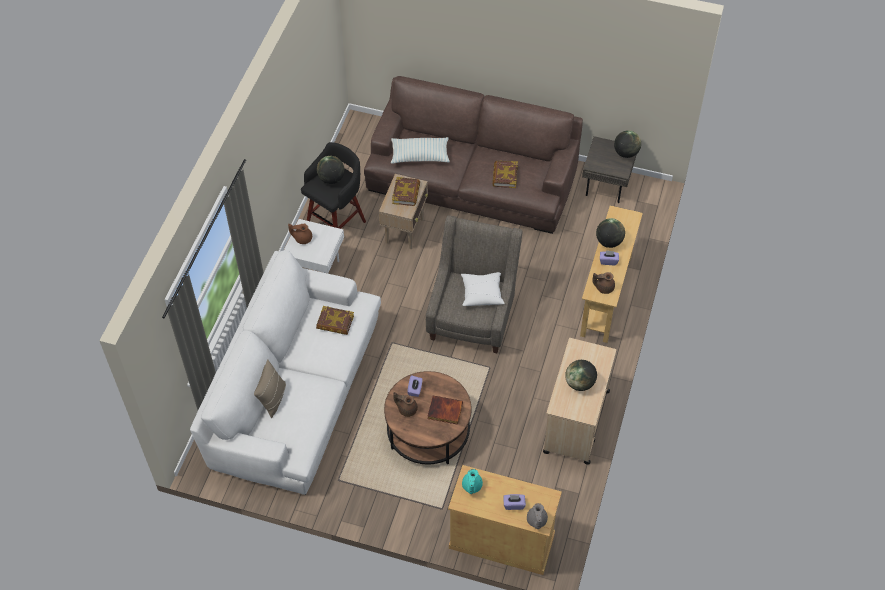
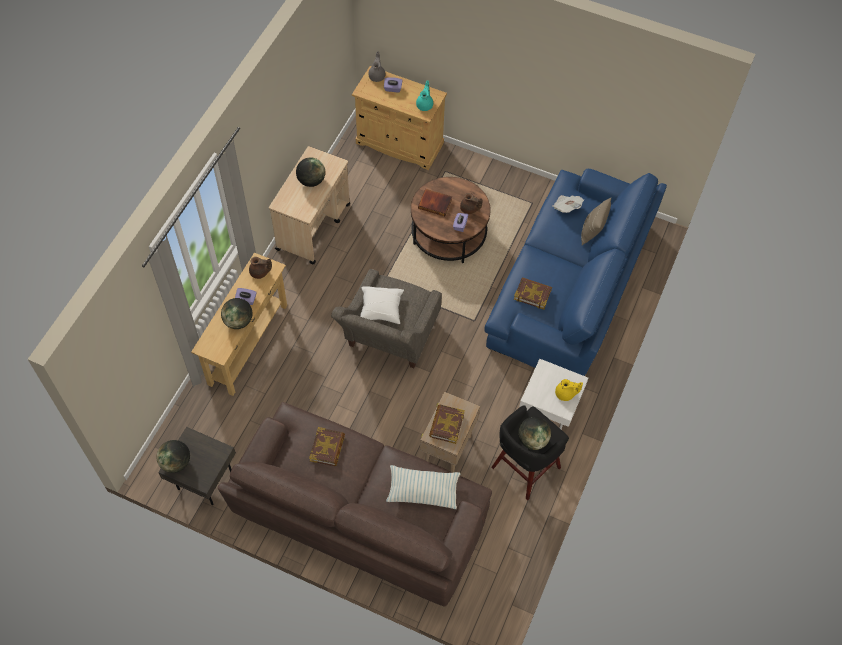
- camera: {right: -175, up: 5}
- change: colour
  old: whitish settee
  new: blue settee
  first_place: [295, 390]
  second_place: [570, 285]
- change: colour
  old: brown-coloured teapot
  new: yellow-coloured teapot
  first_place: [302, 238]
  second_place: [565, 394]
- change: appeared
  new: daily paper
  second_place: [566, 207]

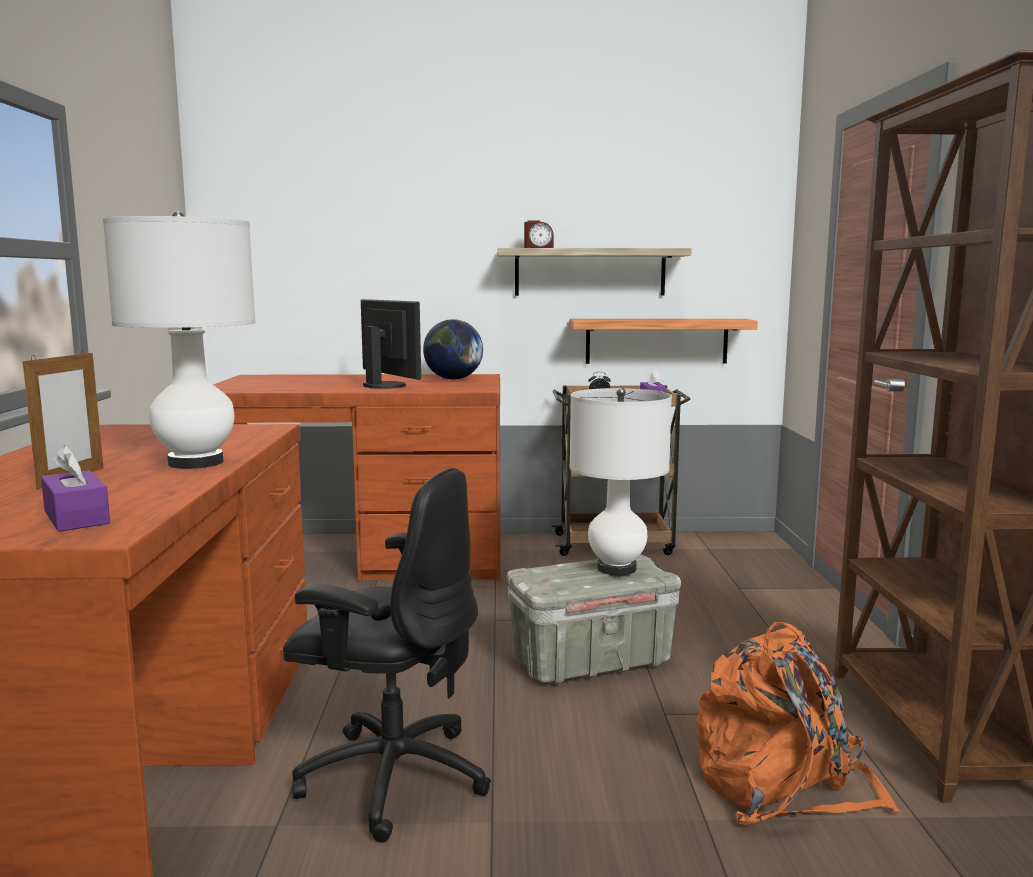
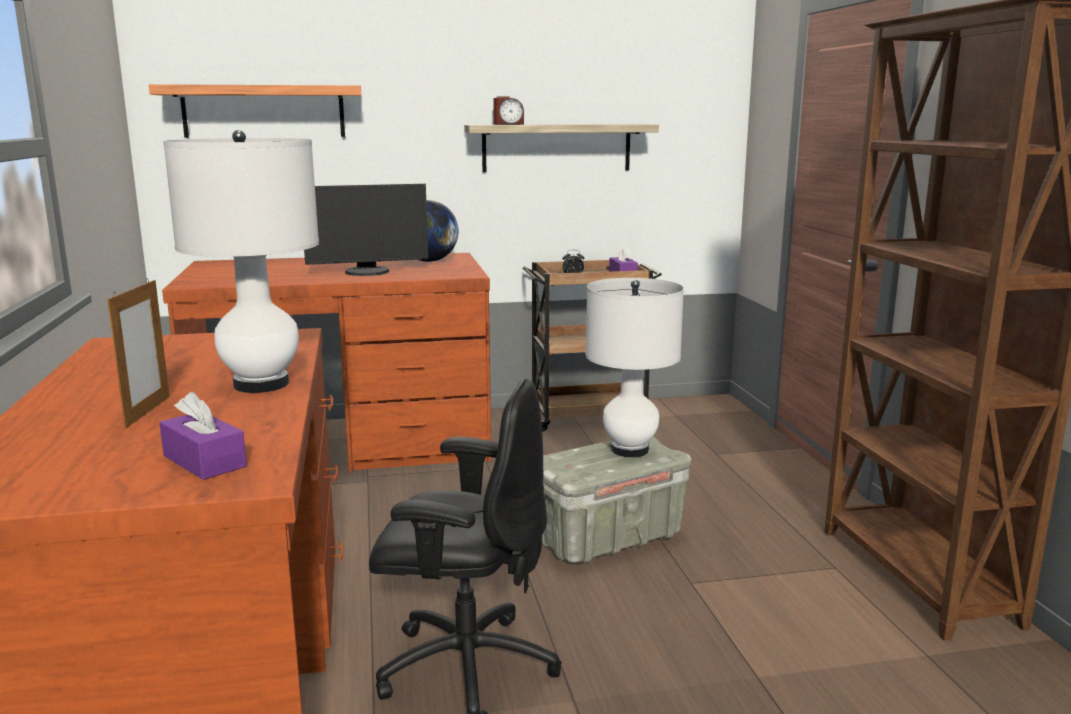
- camera: {right: -10, up: 5}
- change: spun
  old: computer screen
  first_place: [386, 386]
  second_place: [367, 272]
  degrees: 120
- change: relocated
  old: bracket shelf
  first_place: [656, 341]
  second_place: [264, 111]
- change: missing
  old: orange backpack
  first_place: [783, 785]

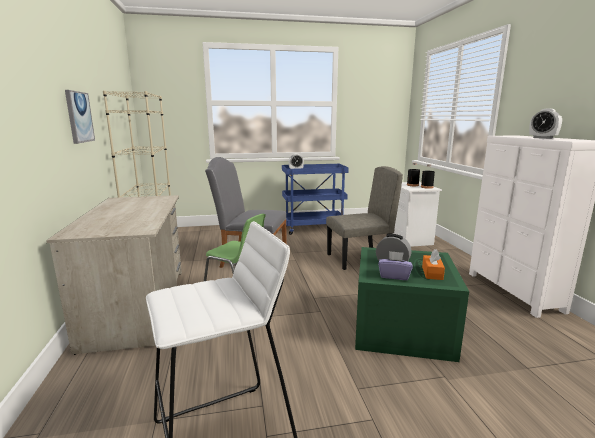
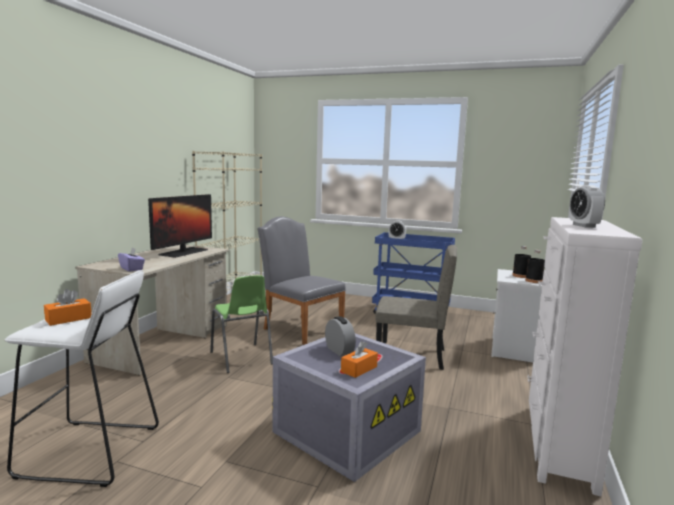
- camera: {right: 30, up: -5}
- change: missing
  old: wall picture
  first_place: [79, 117]
- change: colour
  old: greenish storage box
  new: gray storage box
  first_place: [400, 327]
  second_place: [347, 430]
- change: relocated
  old: purplish tissue box
  first_place: [394, 276]
  second_place: [132, 269]
- change: appeared
  new: orange tissue box
  second_place: [68, 319]
- change: appeared
  new: computer screen
  second_place: [184, 252]

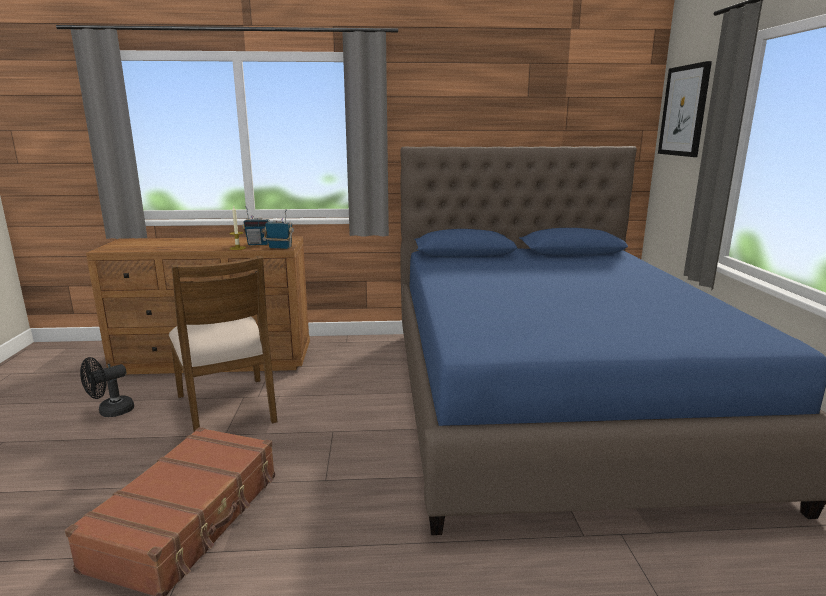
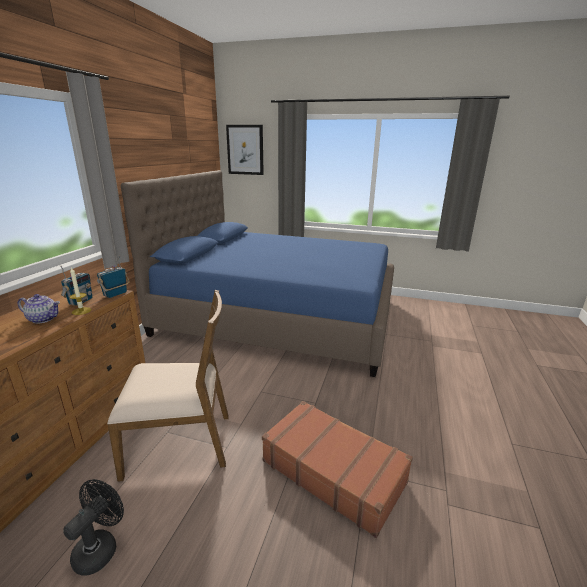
- camera: {right: -70, up: 5}
- change: spun
  old: black cooling fan
  first_place: [110, 412]
  second_place: [100, 547]
  degrees: -135
- change: appeared
  new: teapot
  second_place: [43, 319]

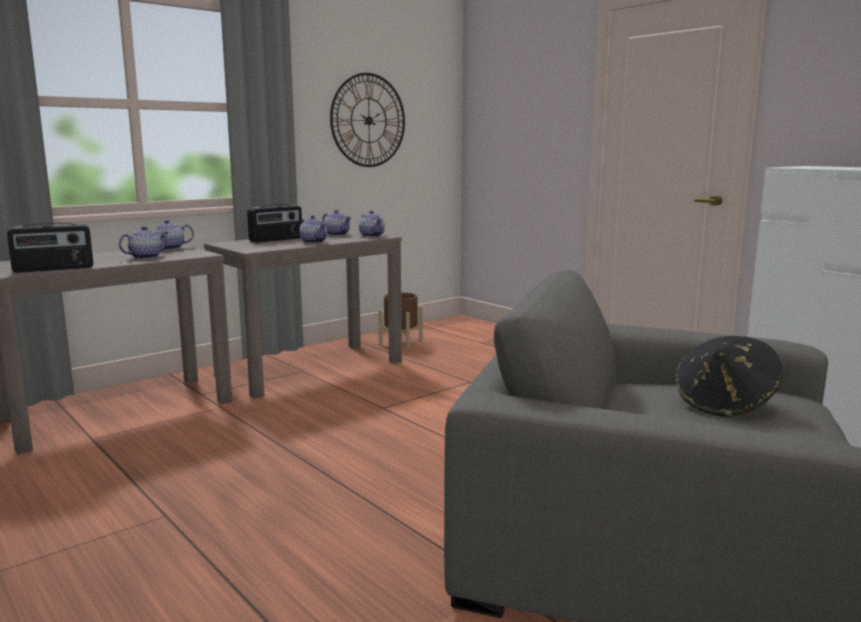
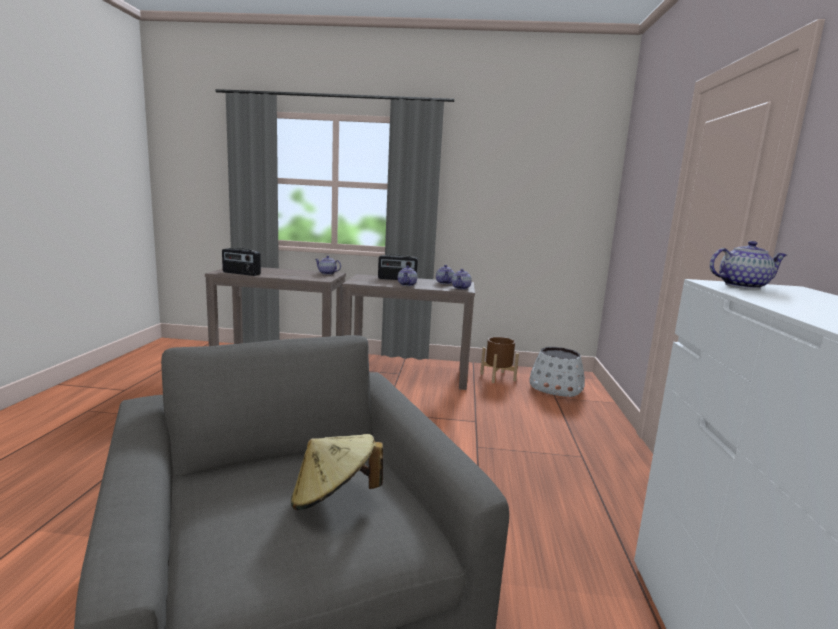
- camera: {right: 45, up: 0}
- change: relocated
  old: teapot
  first_place: [146, 257]
  second_place: [742, 286]
- change: missing
  old: clock on the wall
  first_place: [368, 120]
- change: colour
  old: black clothing hat
  new: sand-coloured clothing hat
  first_place: [724, 404]
  second_place: [333, 498]
- change: appeared
  new: whitish flower pot
  second_place: [555, 388]

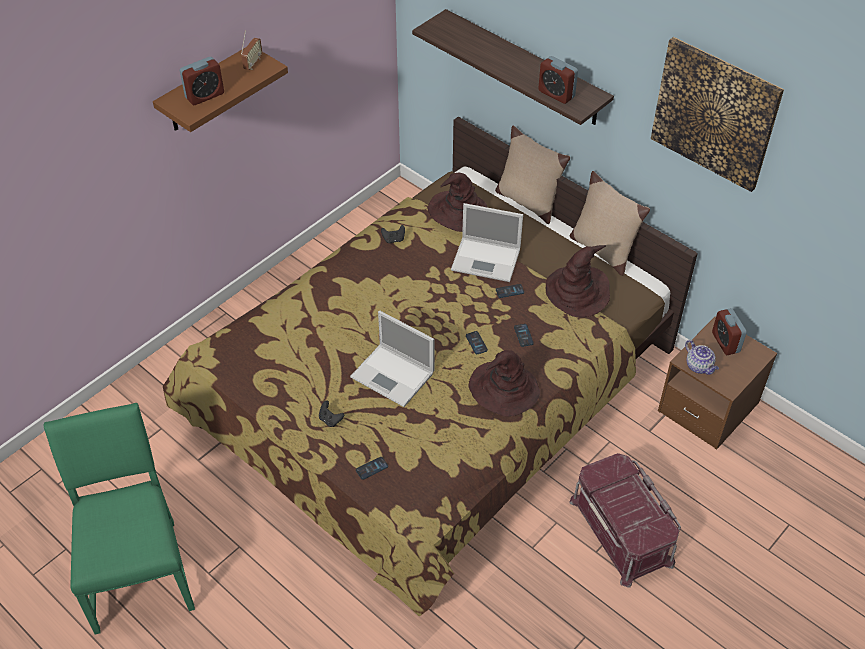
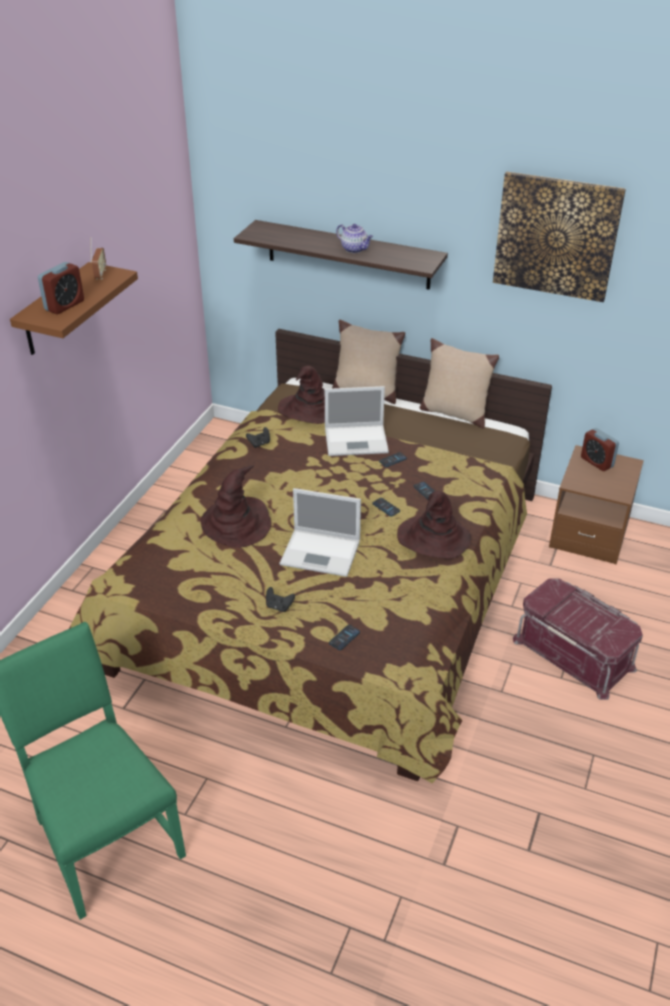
- camera: {right: -20, up: -10}
- change: missing
  old: bedside clock
  first_place: [556, 94]
- change: relocated
  old: brown-coloured clothing hat
  first_place: [578, 292]
  second_place: [236, 524]
- change: relocated
  old: teapot
  first_place: [699, 366]
  second_place: [355, 249]

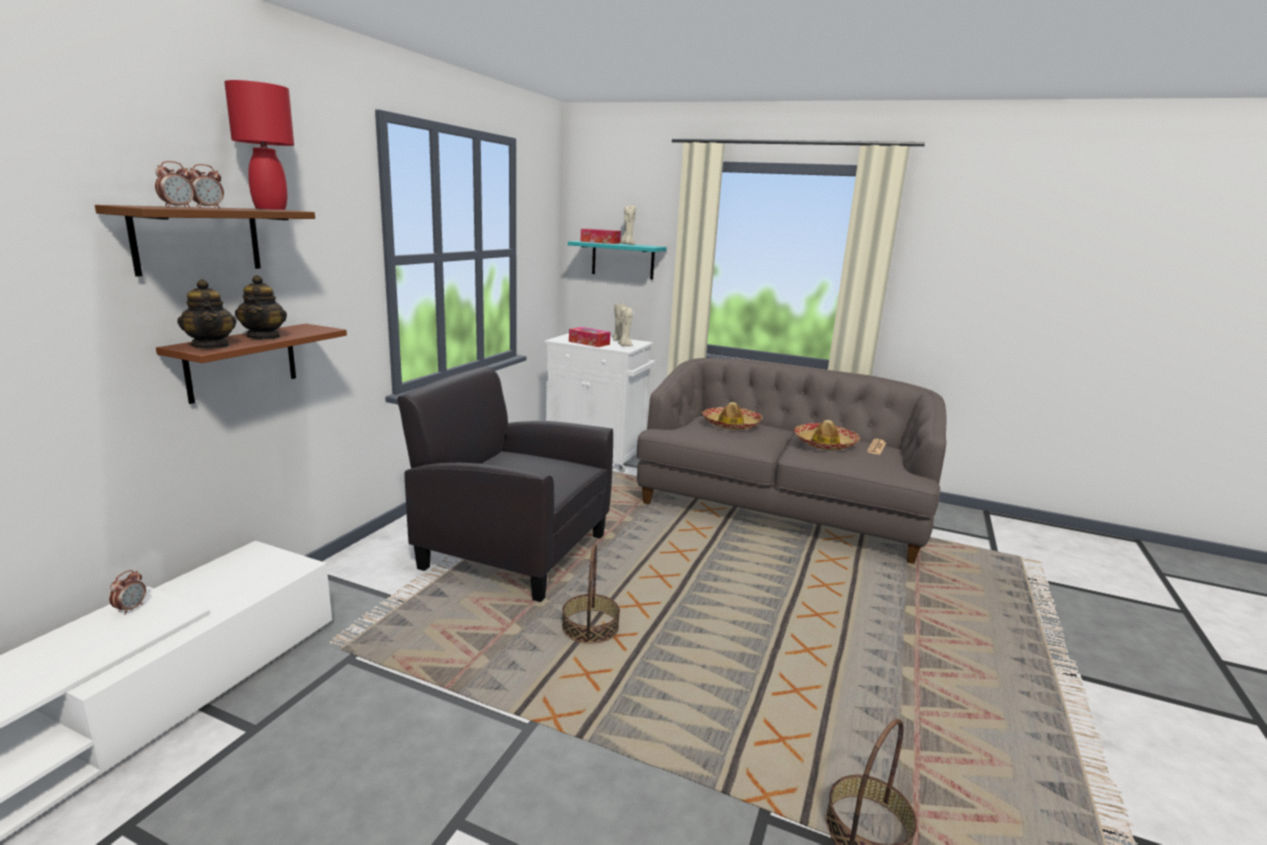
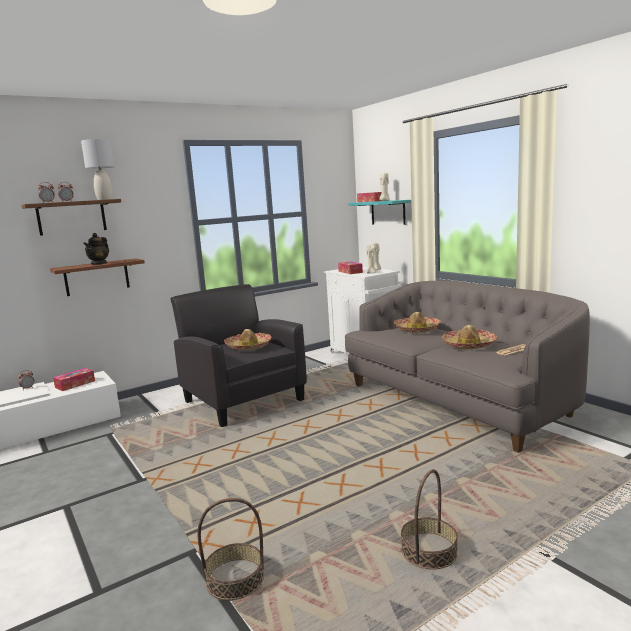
- camera: {right: 35, up: -5}
- change: missing
  old: teapot
  first_place: [211, 346]
- change: colour
  old: red tabletop lamp
  new: gray tabletop lamp
  first_place: [270, 209]
  second_place: [104, 199]
- change: relocated
  old: basket
  first_place: [590, 627]
  second_place: [429, 551]
- change: appeared
  new: tissue box
  second_place: [75, 384]
- change: appeared
  new: clothing hat
  second_place: [248, 346]

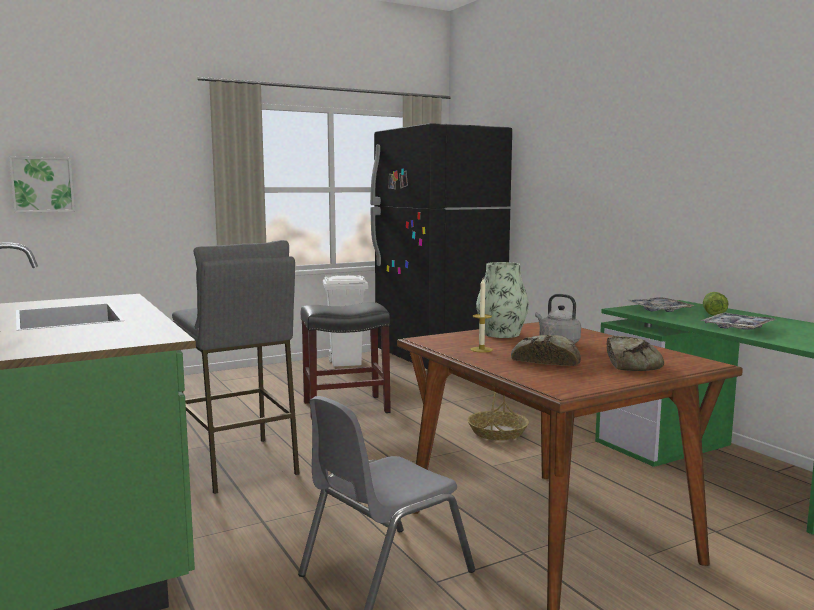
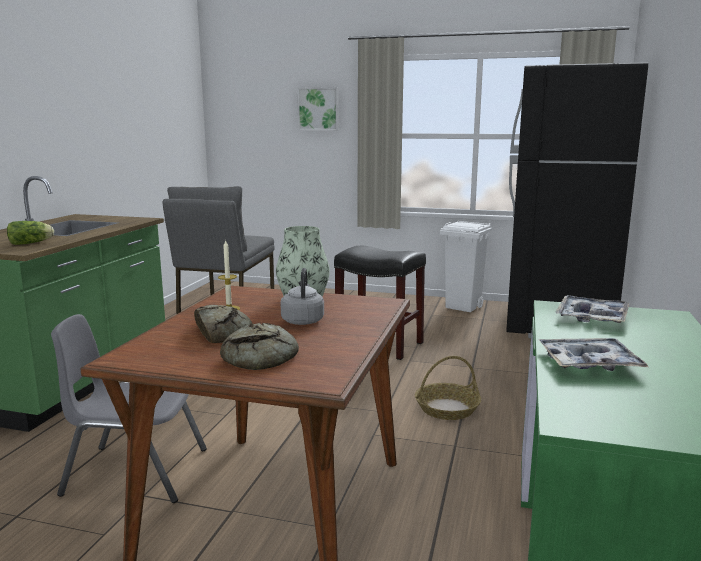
- camera: {right: 45, up: 5}
- change: relocated
  old: wall picture
  first_place: [42, 184]
  second_place: [318, 109]
- change: relocated
  old: lettuce
  first_place: [713, 313]
  second_place: [32, 243]

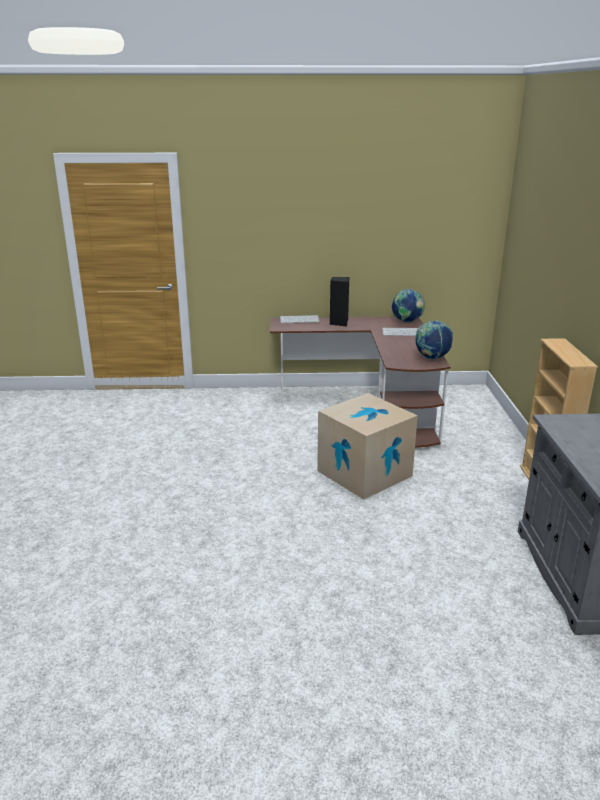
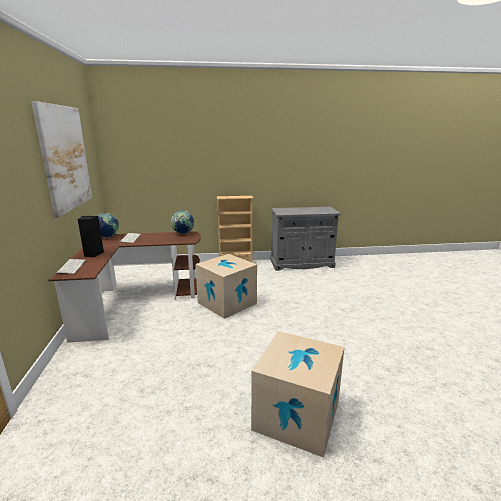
- camera: {right: -95, up: -5}
- change: appeared
  new: wall picture
  second_place: [65, 158]
- change: appeared
  new: packing box
  second_place: [296, 415]

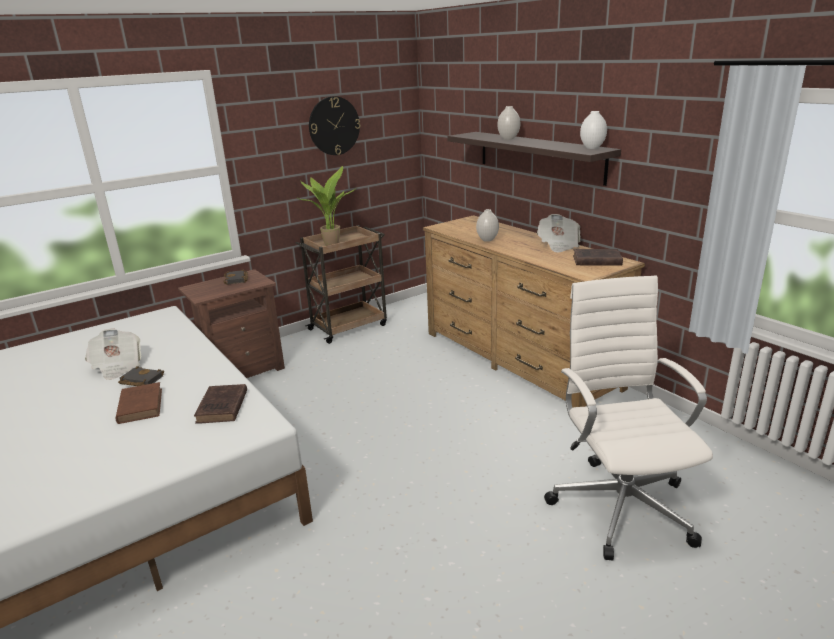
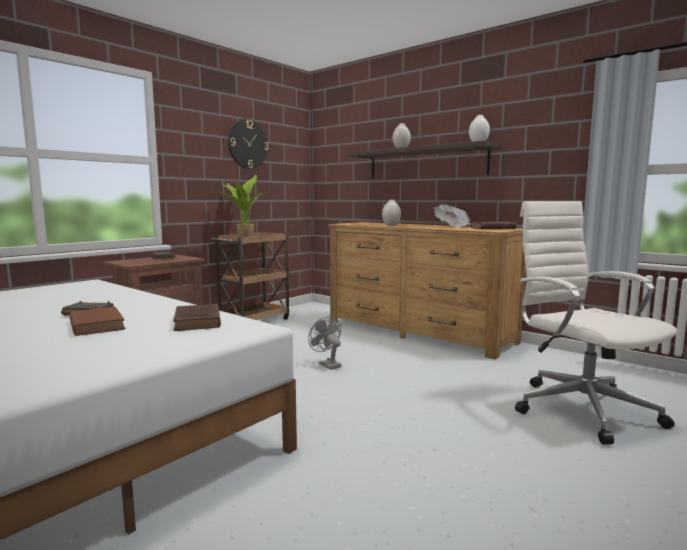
- camera: {right: -15, up: -15}
- change: missing
  old: daily paper
  first_place: [117, 366]
- change: appeared
  new: gray cooling fan
  second_place: [327, 364]

